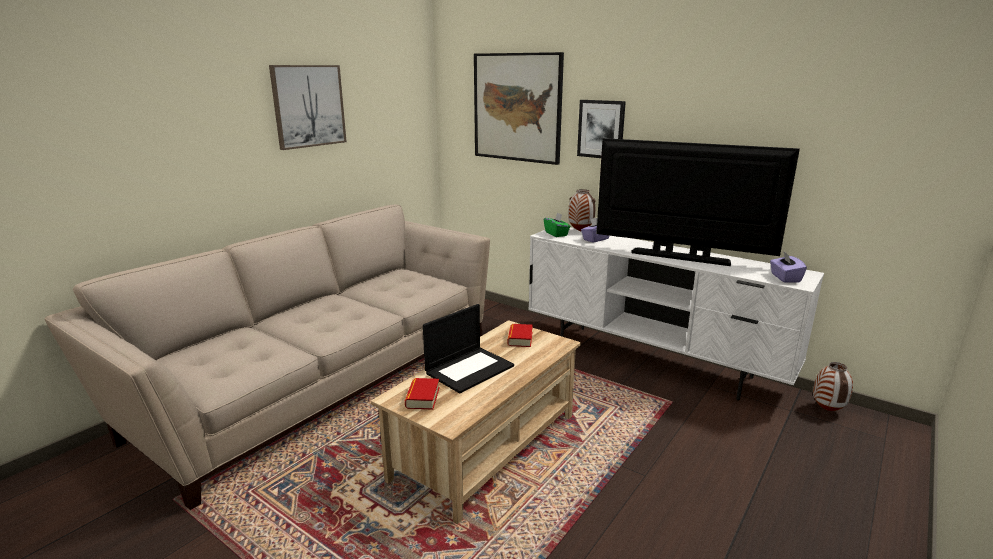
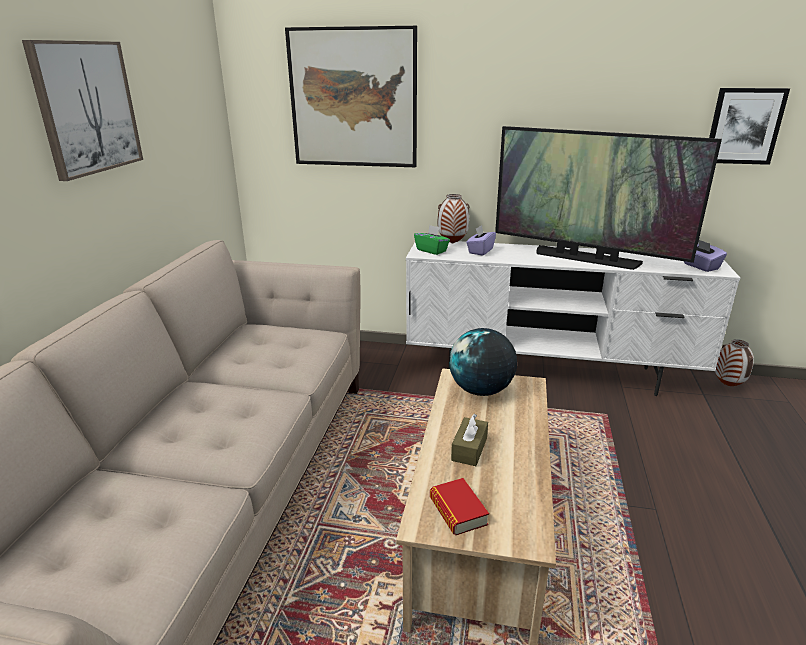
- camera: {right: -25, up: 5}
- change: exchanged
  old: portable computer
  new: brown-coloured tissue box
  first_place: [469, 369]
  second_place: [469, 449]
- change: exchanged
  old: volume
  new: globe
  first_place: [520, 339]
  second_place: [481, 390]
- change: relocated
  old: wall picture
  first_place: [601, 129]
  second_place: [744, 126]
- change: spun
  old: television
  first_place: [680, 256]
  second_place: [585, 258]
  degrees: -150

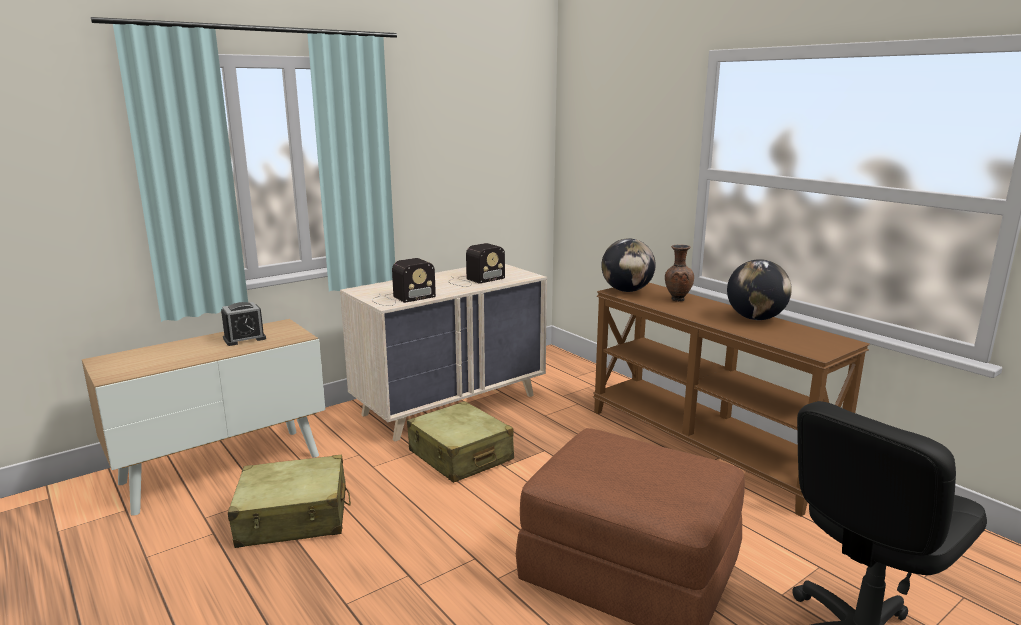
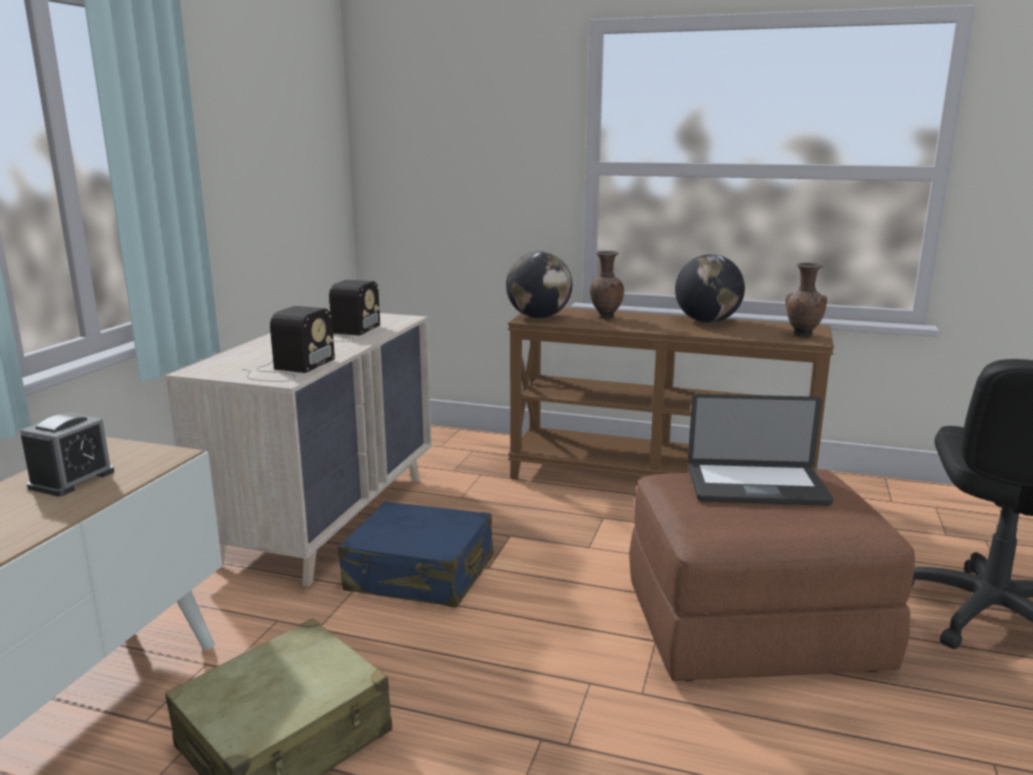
- camera: {right: -35, up: 0}
- change: colour
  old: sand-coloured travel case
  new: blue travel case
  first_place: [460, 456]
  second_place: [420, 574]
- change: appeared
  new: portable computer
  second_place: [756, 487]
- change: appeared
  new: brown-coloured flower vase
  second_place: [801, 335]

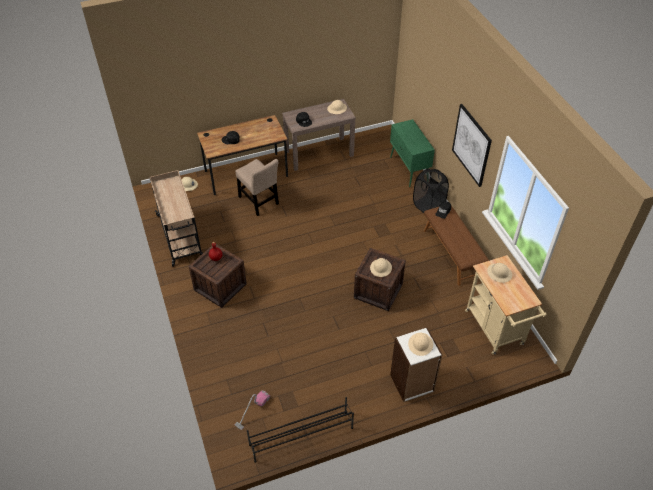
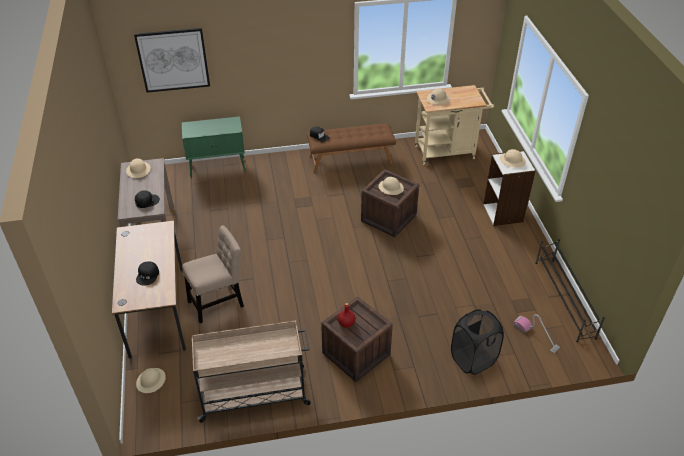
- camera: {right: -80, up: -5}
- change: relocated
  old: black hamper
  first_place: [428, 205]
  second_place: [473, 359]
- change: relocated
  old: wall picture
  first_place: [471, 145]
  second_place: [173, 60]

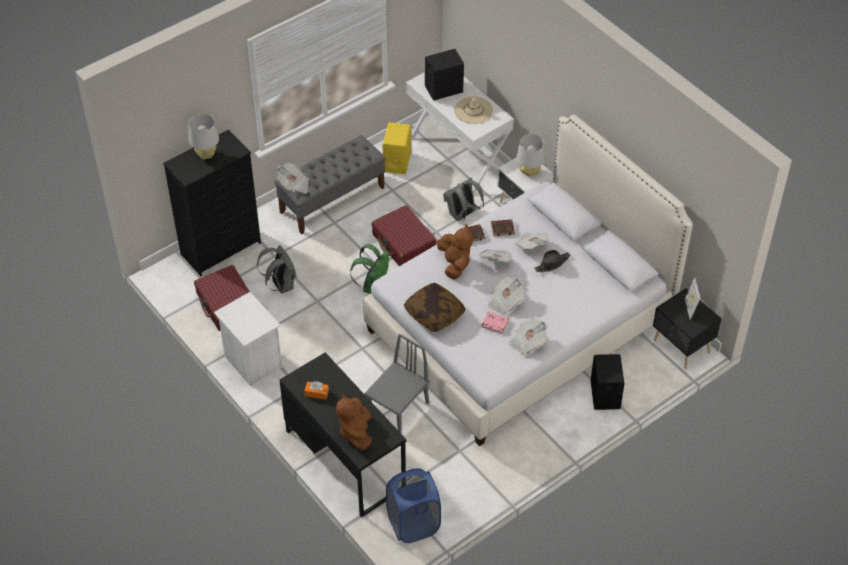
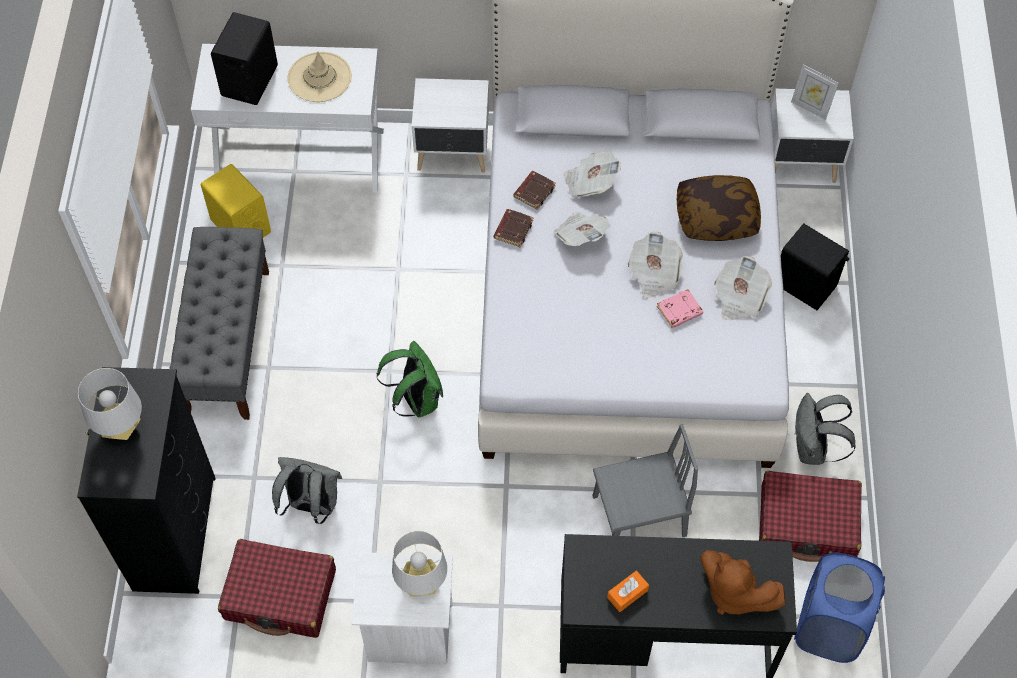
- camera: {right: -50, up: 10}
- change: missing
  old: daily paper
  first_place: [294, 185]
- change: spun
  old: gray plain chair
  first_place: [398, 409]
  second_place: [639, 516]
  degrees: 90
- change: relocated
  old: red travel case
  first_place: [404, 243]
  second_place: [807, 523]
- change: relocated
  old: throw pillow
  first_place: [434, 314]
  second_place: [716, 217]
- change: missing
  old: brown-coloured cuddly toy
  first_place: [455, 264]
- change: relocated
  old: gray backpack
  first_place: [462, 215]
  second_place: [813, 449]
- change: relocated
  old: gray tabletop lamp
  first_place: [529, 172]
  second_place: [421, 584]
- change: missing
  old: black clothing hat
  first_place: [552, 264]
- change: colour
  old: black nightstand
  new: whitish nightstand
  first_place: [681, 347]
  second_place: [801, 163]

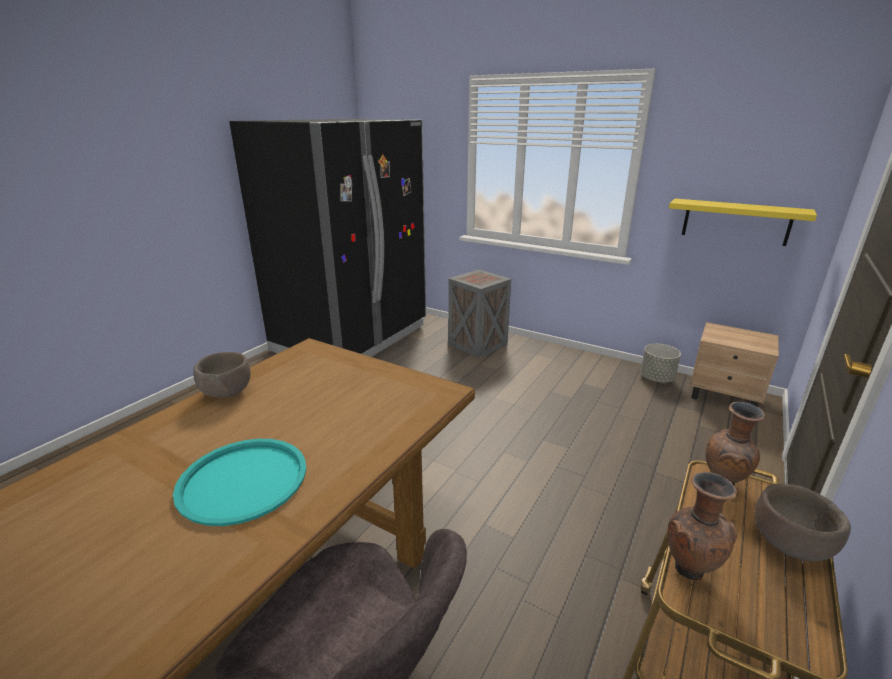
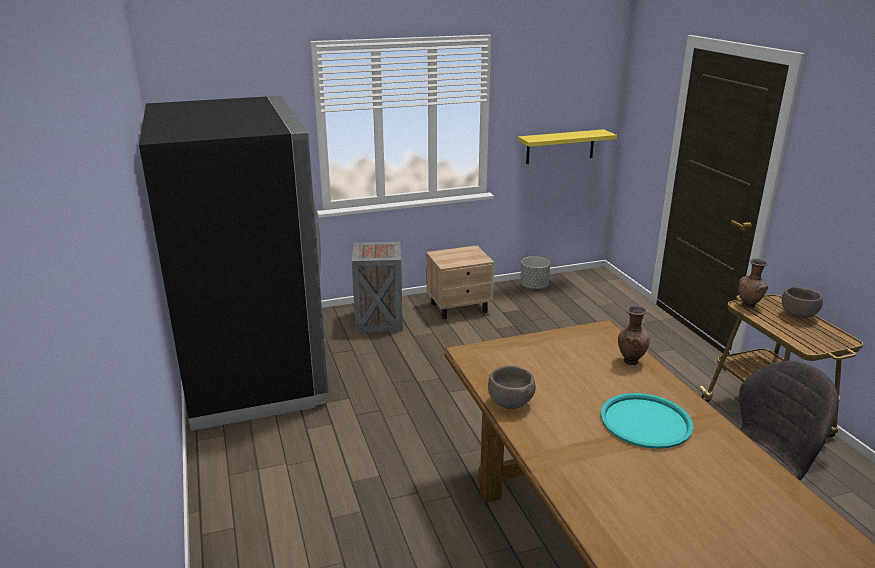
- camera: {right: -50, up: 0}
- change: relocated
  old: brown-coloured flower vase
  first_place: [689, 568]
  second_place: [630, 361]
- change: relocated
  old: sand-coloured nightstand
  first_place: [724, 396]
  second_place: [459, 308]

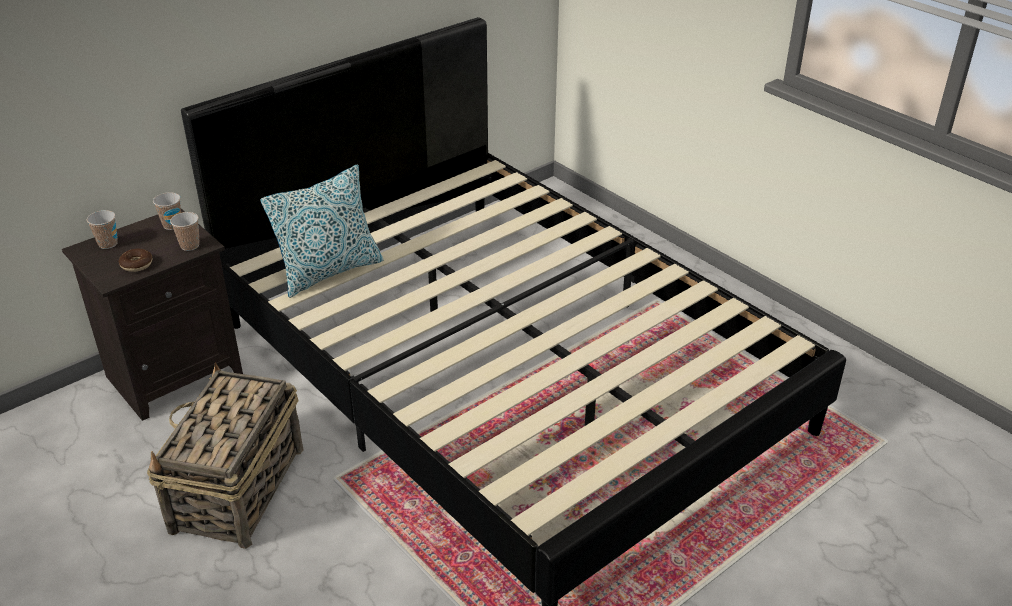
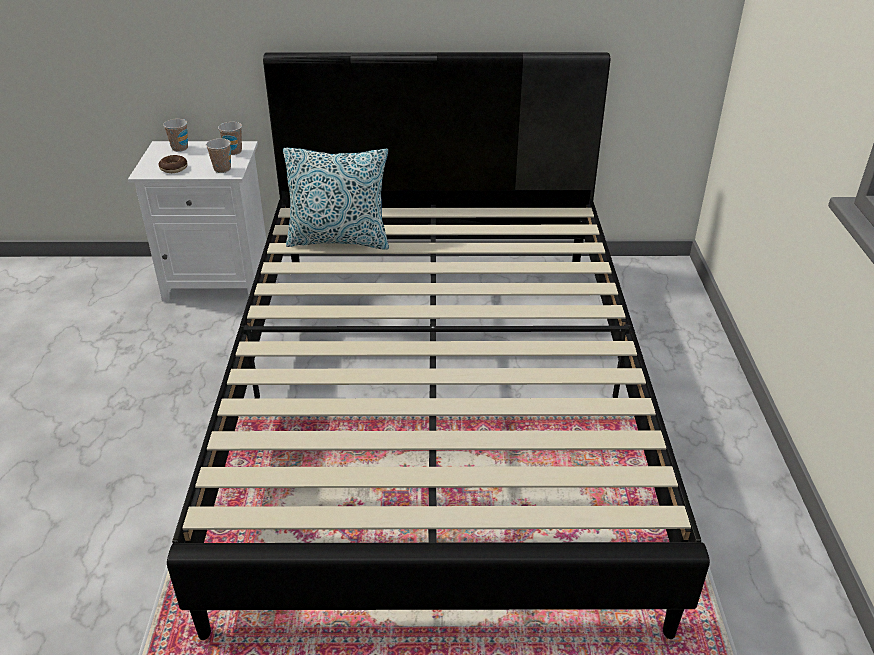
- camera: {right: 40, up: 0}
- change: colour
  old: black nightstand
  new: whitish nightstand
  first_place: [175, 373]
  second_place: [219, 279]
- change: missing
  old: basket
  first_place: [237, 490]

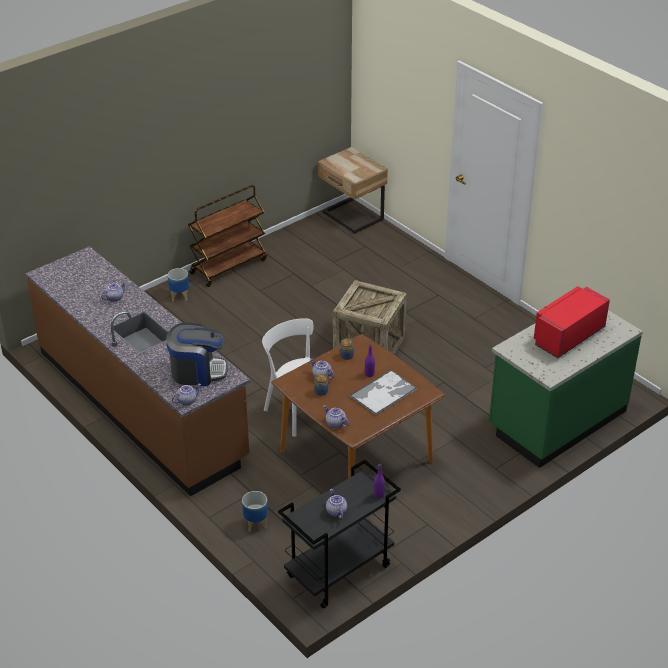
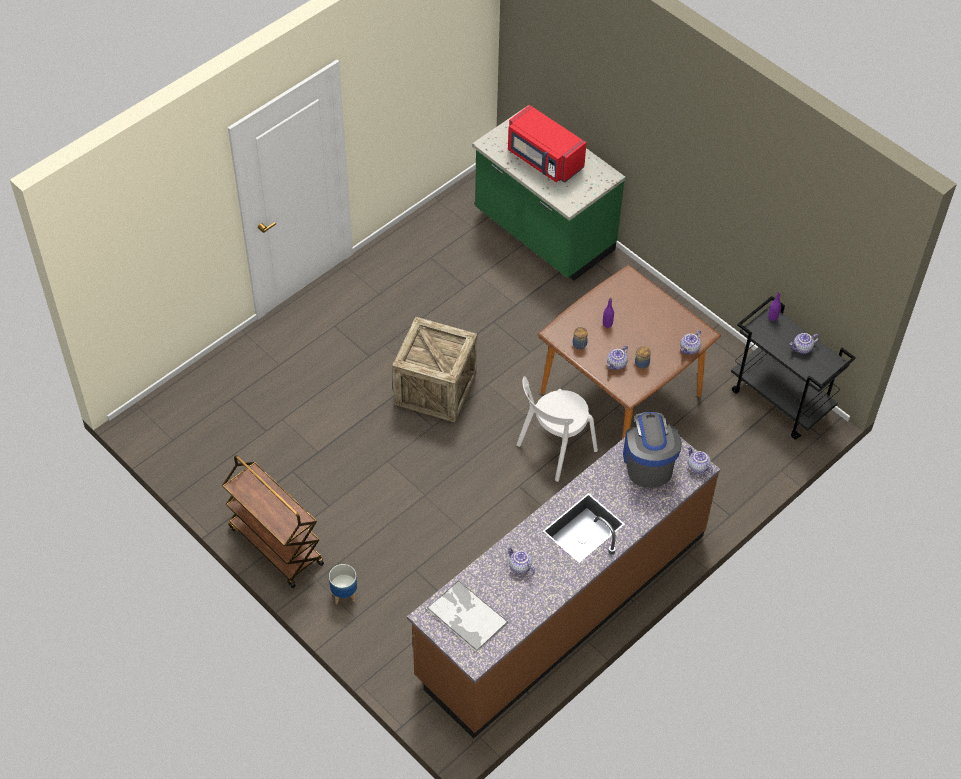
- camera: {right: -95, up: 15}
- change: missing
  old: flower pot
  first_place: [255, 523]
- change: missing
  old: sand-coloured nightstand
  first_place: [351, 218]
- change: relocated
  old: carrying tray
  first_place: [383, 393]
  second_place: [466, 616]

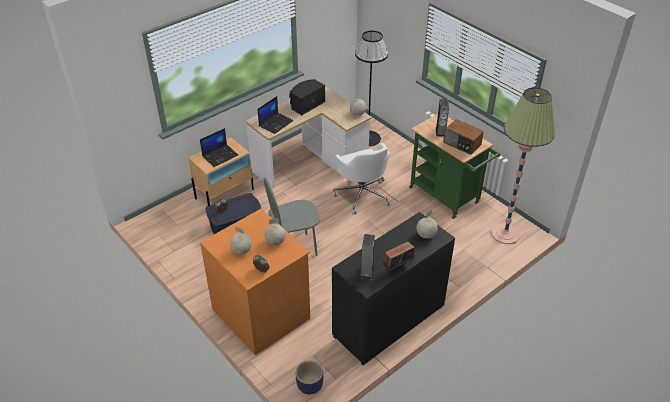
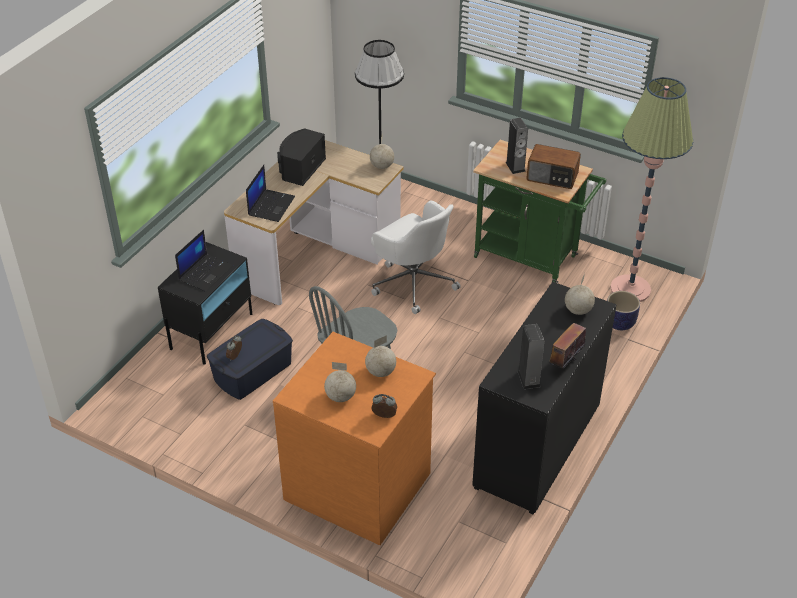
- camera: {right: -20, up: 0}
- change: colour
  old: sand-coloured nightstand
  new: black nightstand
  first_place: [225, 194]
  second_place: [212, 331]
- change: relocated
  old: flower pot
  first_place: [309, 386]
  second_place: [619, 323]

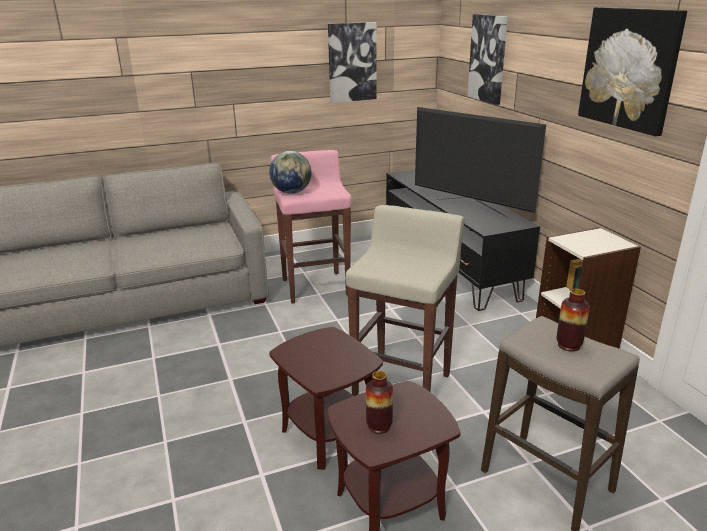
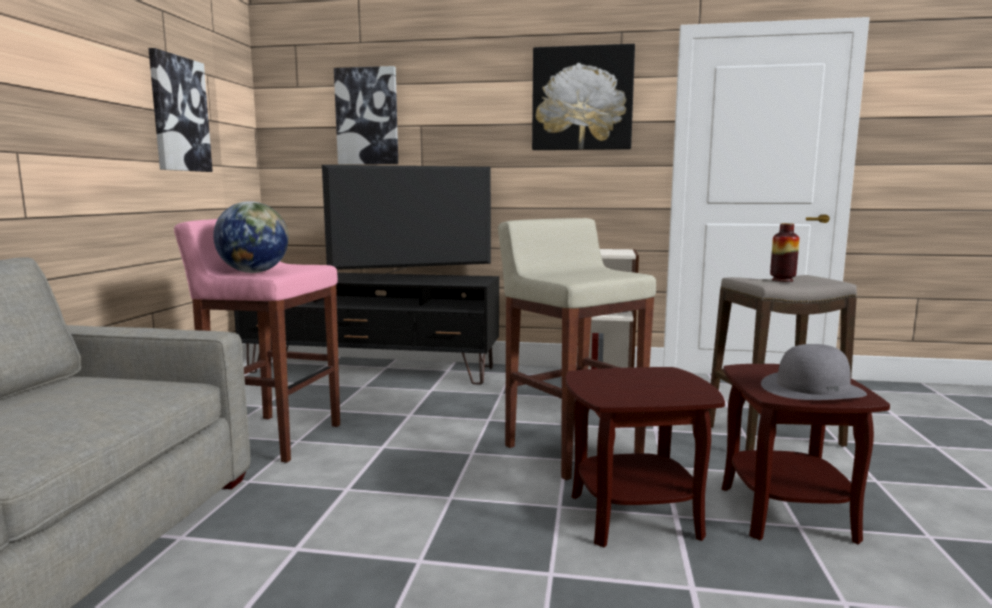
- camera: {right: -60, up: -15}
- change: exchanged
  old: flower vase
  new: gray clothing hat
  first_place: [379, 426]
  second_place: [812, 389]

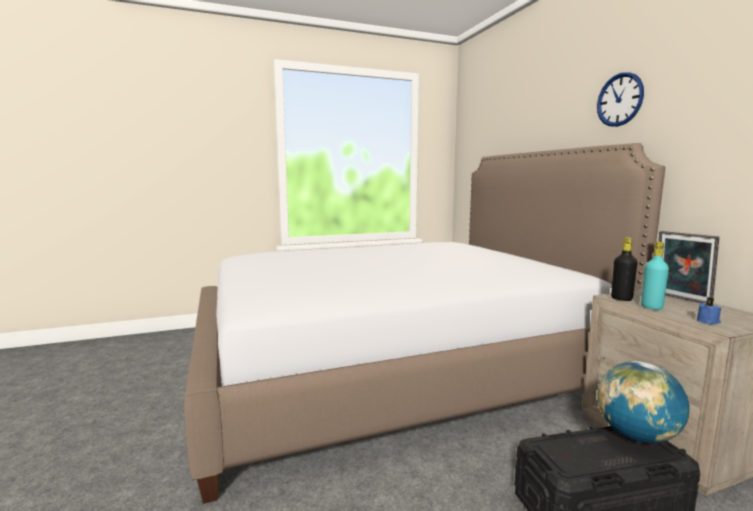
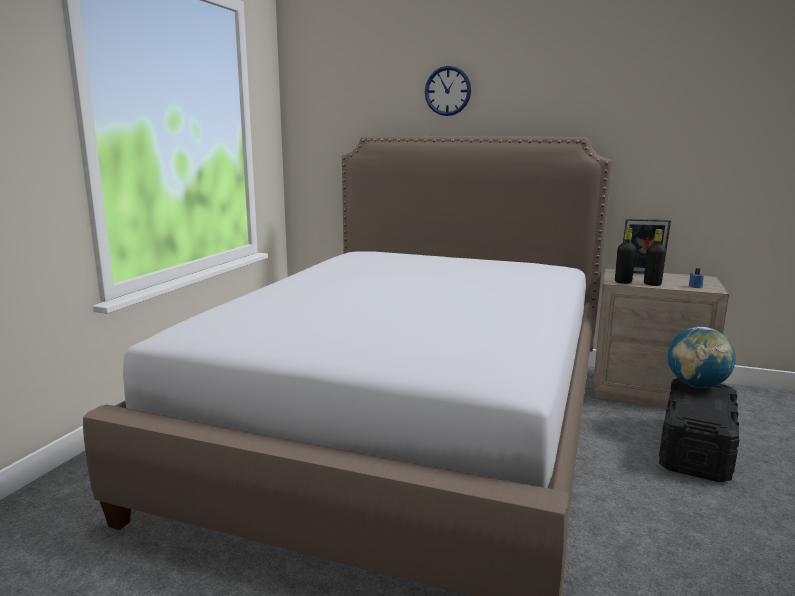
- camera: {right: -50, up: 5}
- change: relocated
  old: clock on the wall
  first_place: [619, 100]
  second_place: [447, 91]
- change: colour
  old: turquoise-coloured beverage bottle
  new: black beverage bottle
  first_place: [651, 307]
  second_place: [652, 284]

